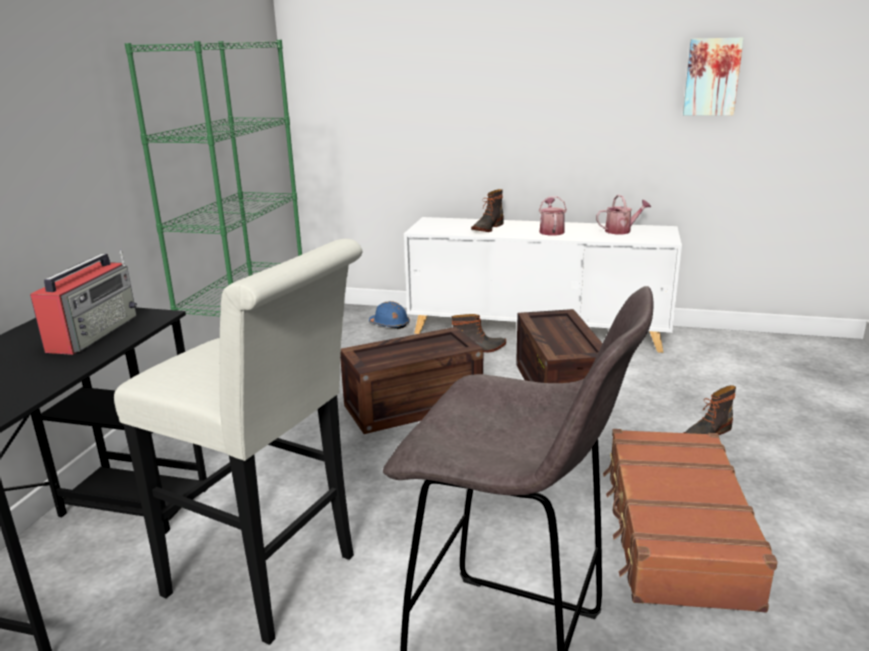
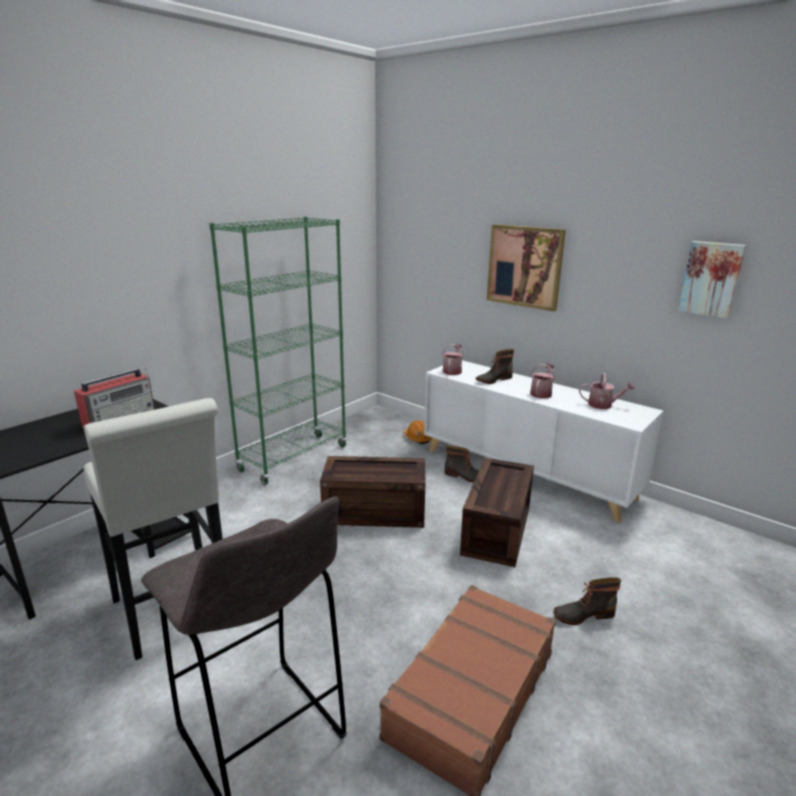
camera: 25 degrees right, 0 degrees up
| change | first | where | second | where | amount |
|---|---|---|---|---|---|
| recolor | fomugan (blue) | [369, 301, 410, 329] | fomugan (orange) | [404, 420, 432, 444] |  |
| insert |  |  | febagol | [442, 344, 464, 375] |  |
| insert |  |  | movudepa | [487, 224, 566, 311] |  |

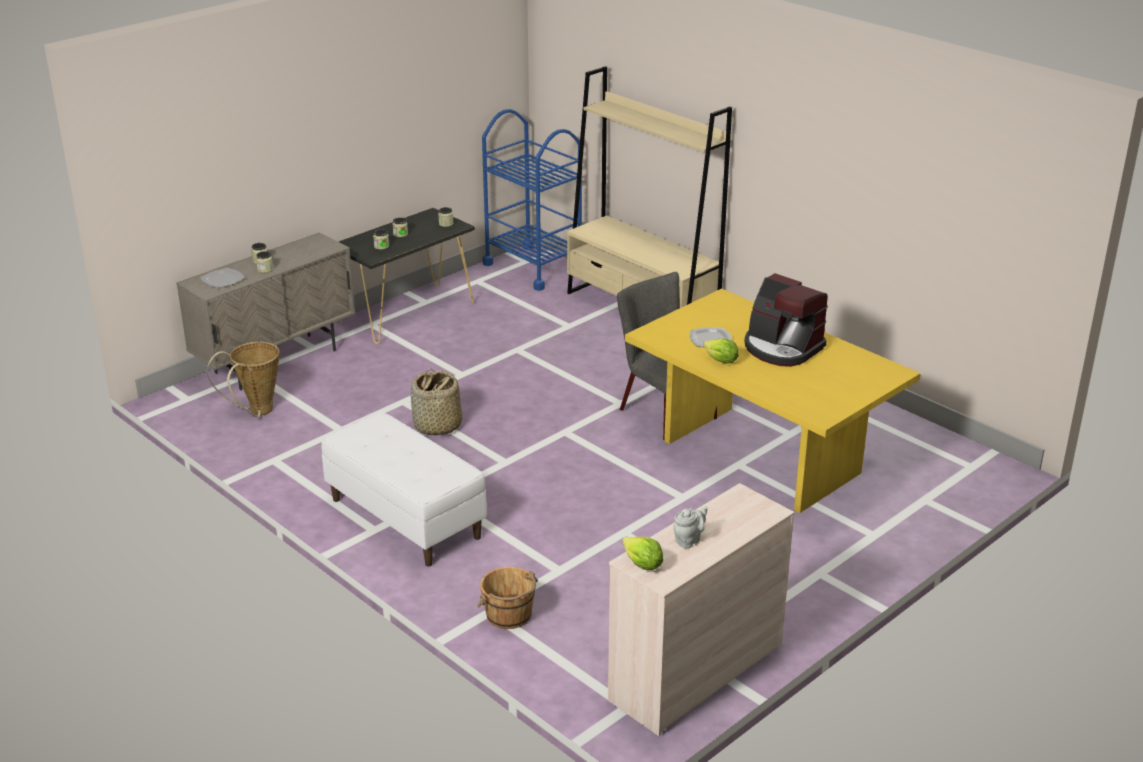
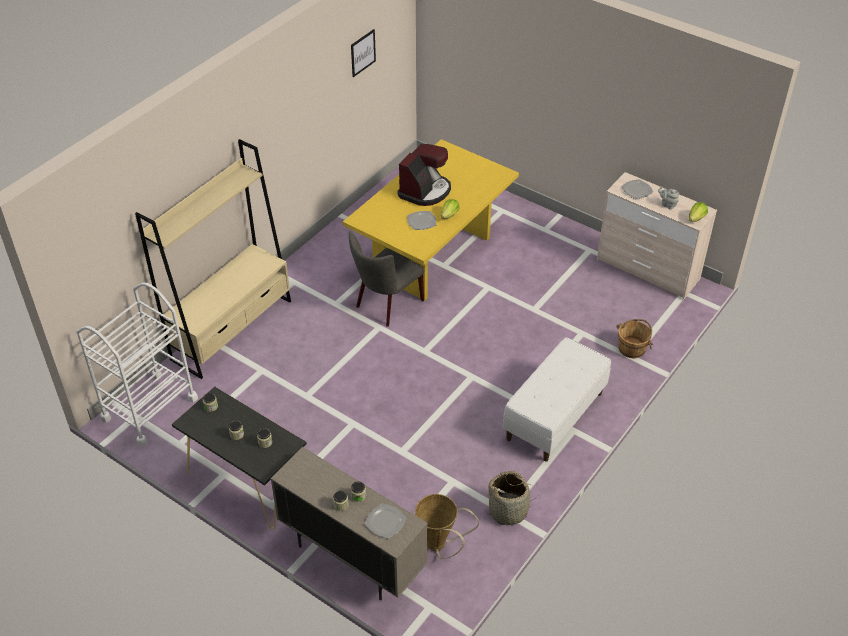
camera: 100 degrees left, 15 degrees up
| change | first | where | second | where | amount |
|---|---|---|---|---|---|
| move | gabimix | [411, 369, 462, 435] |  | [485, 471, 539, 525] |  |
| recolor | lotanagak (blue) | [482, 109, 582, 291] | lotanagak (white) | [77, 283, 198, 447] |  |
| insert |  |  | movudepa | [351, 29, 376, 77] |  |
| insert |  |  | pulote | [621, 179, 654, 199] |  |

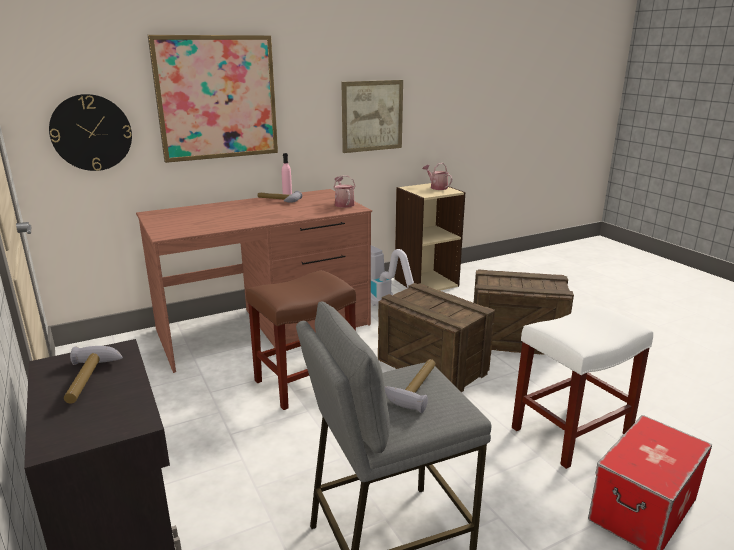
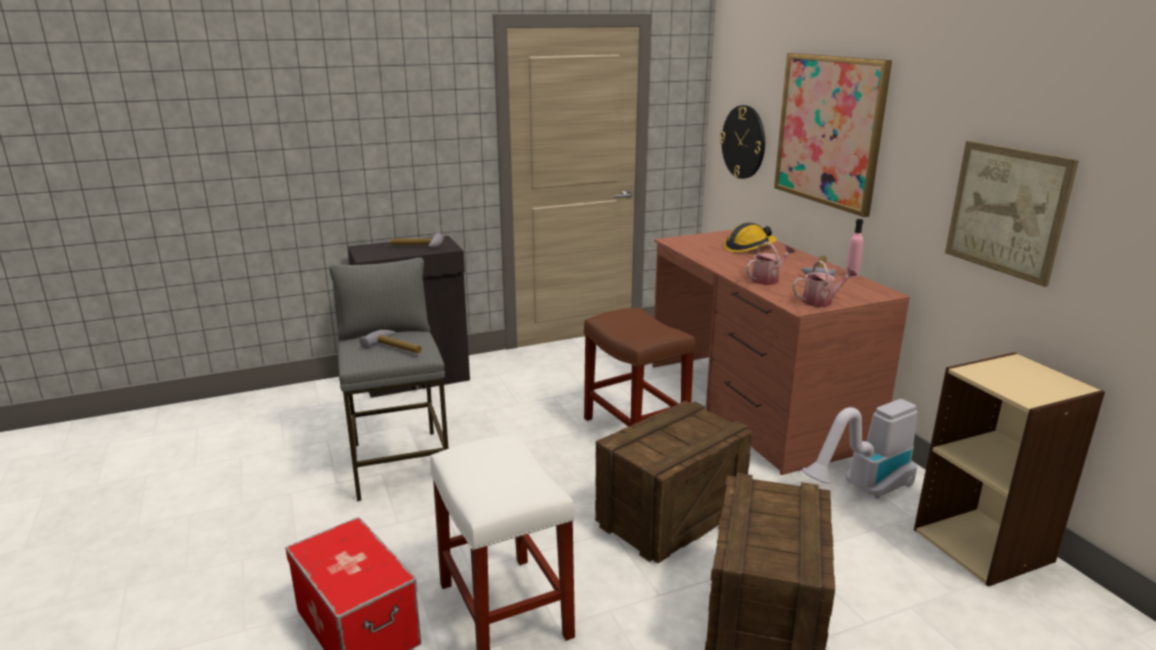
camera: 95 degrees right, 0 degrees up
| change | first | where | second | where | amount |
|---|---|---|---|---|---|
| move | febagol | [423, 163, 452, 190] |  | [747, 242, 795, 285] |  |
| insert |  |  | fomugan | [724, 222, 777, 252] |  |

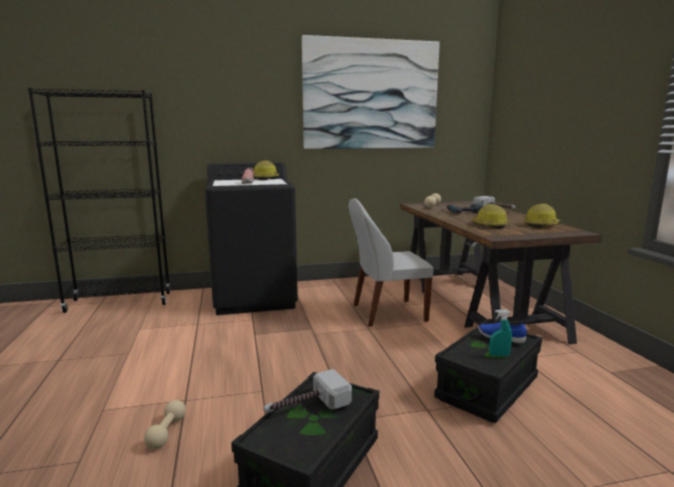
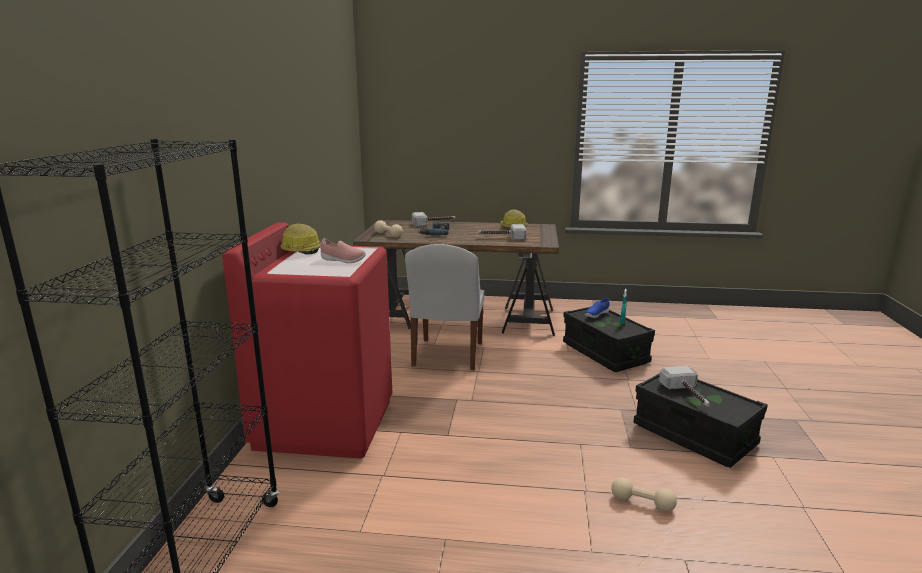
camera: 70 degrees left, 5 degrees up
| change | first | where | second | where | amount |
|---|---|---|---|---|---|
| recolor | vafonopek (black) | [205, 163, 298, 315] | vafonopek (red) | [222, 222, 392, 458] |  |
| delete | movudepa | [302, 35, 440, 149] |  |  |  |
| replace | fomugan | [471, 204, 509, 229] | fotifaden | [478, 224, 526, 240] |  |

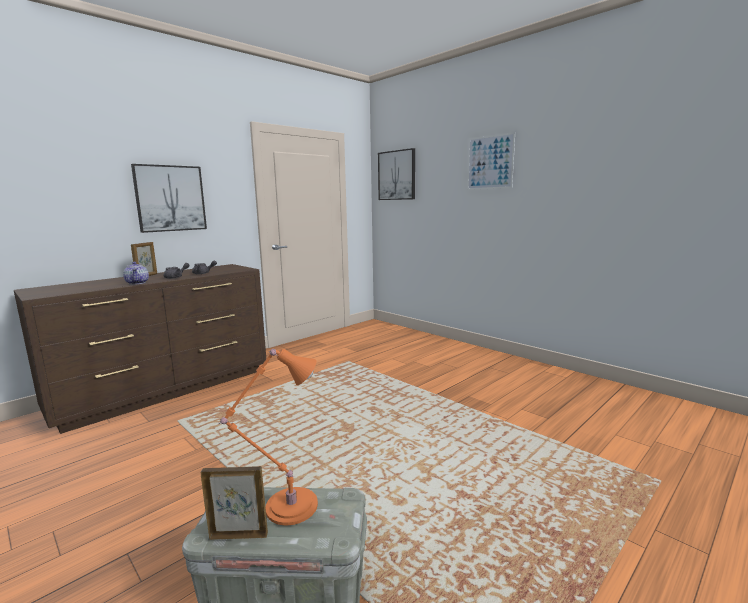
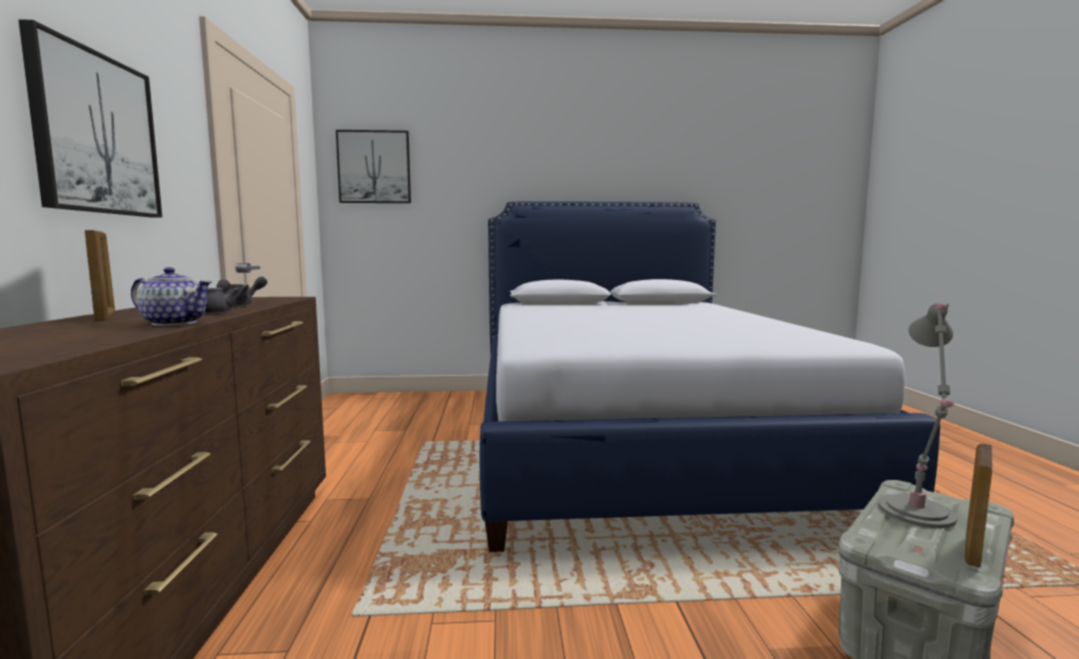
camera: 50 degrees left, 5 degrees down
| change | first | where | second | where | amount |
|---|---|---|---|---|---|
| recolor | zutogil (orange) | [218, 349, 318, 525] | zutogil (grey) | [879, 303, 957, 528] |  |
| delete | movudepa | [467, 132, 515, 190] |  |  |  |
| insert |  |  | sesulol | [480, 201, 940, 552] |  |

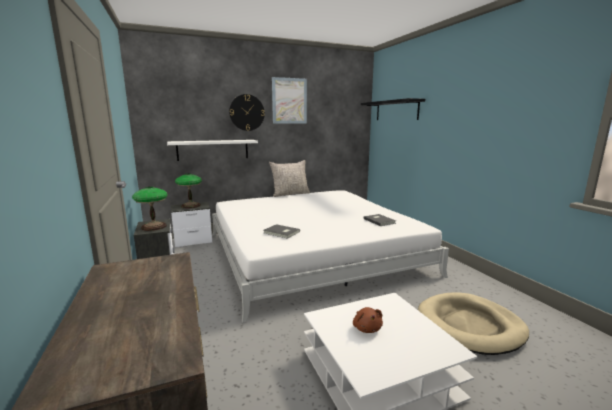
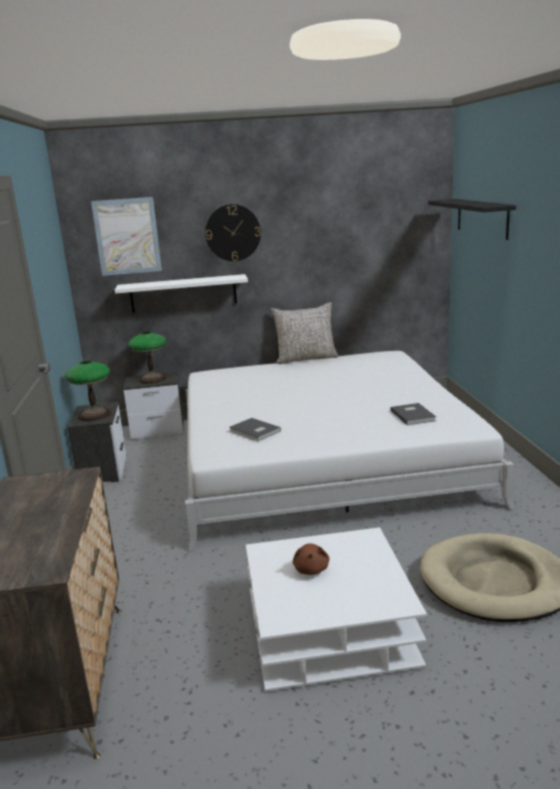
camera: 15 degrees right, 5 degrees up
| change | first | where | second | where | amount |
|---|---|---|---|---|---|
| move | movudepa | [272, 77, 307, 124] |  | [91, 197, 162, 276] |  |

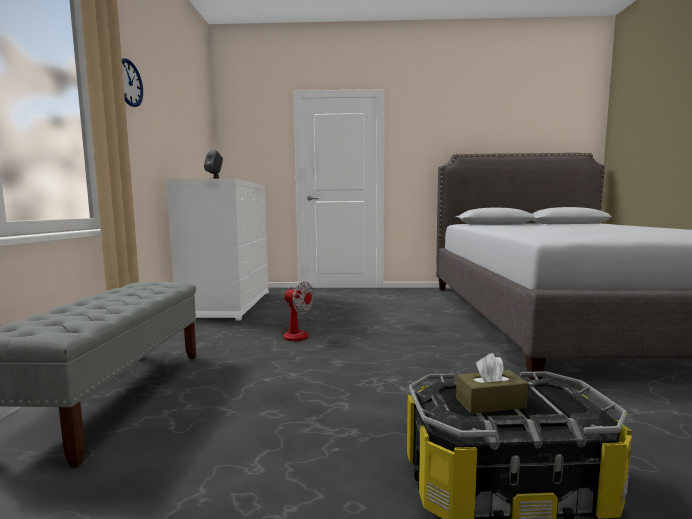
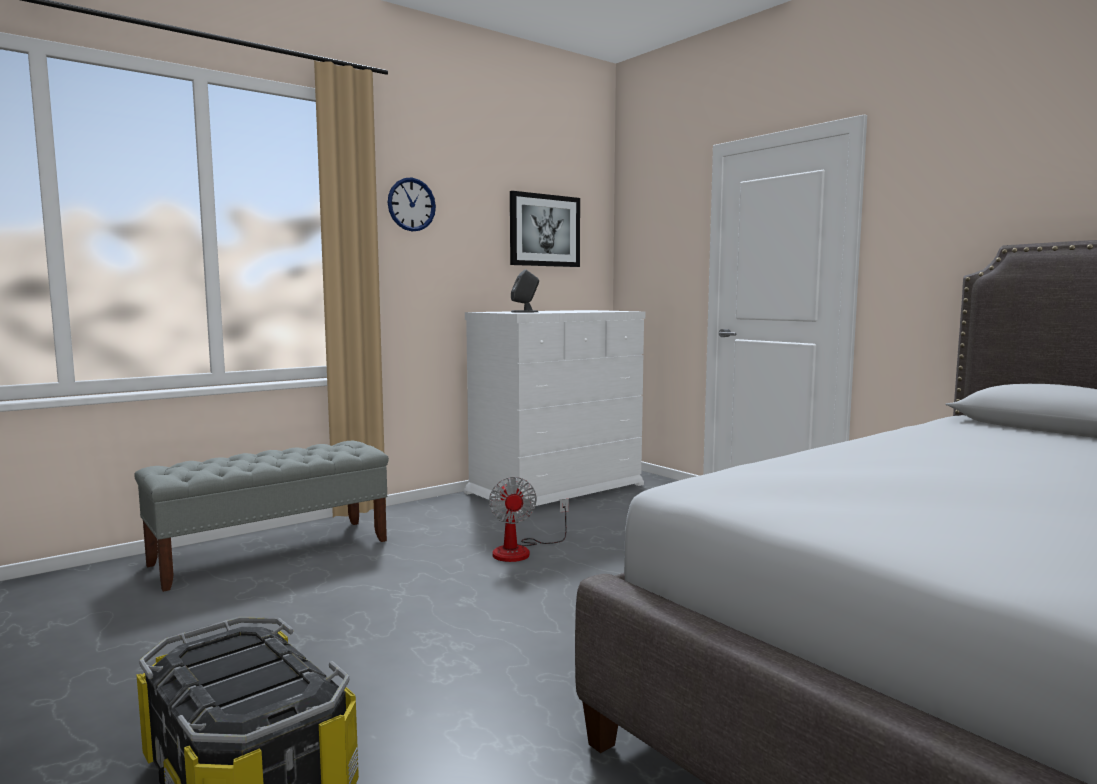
camera: 50 degrees right, 0 degrees up
| change | first | where | second | where | amount |
|---|---|---|---|---|---|
| delete | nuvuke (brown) | [456, 353, 528, 414] |  |  |  |
| insert |  |  | movudepa | [510, 191, 580, 267] |  |

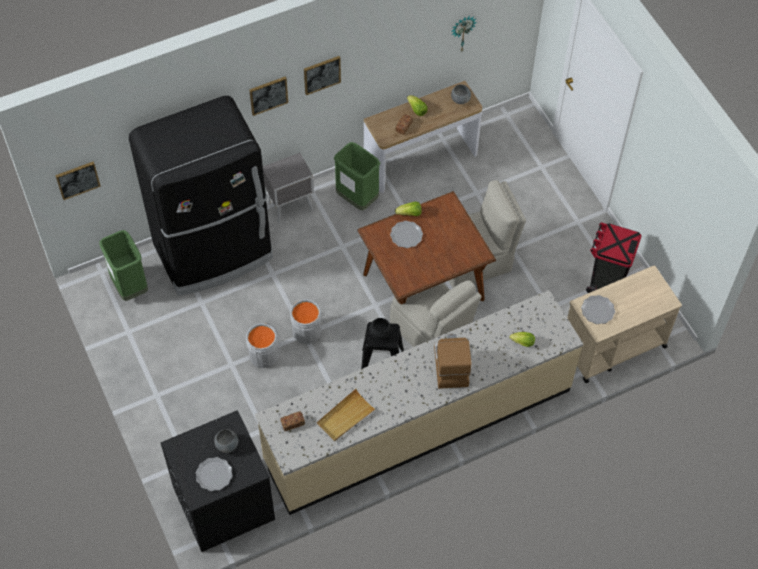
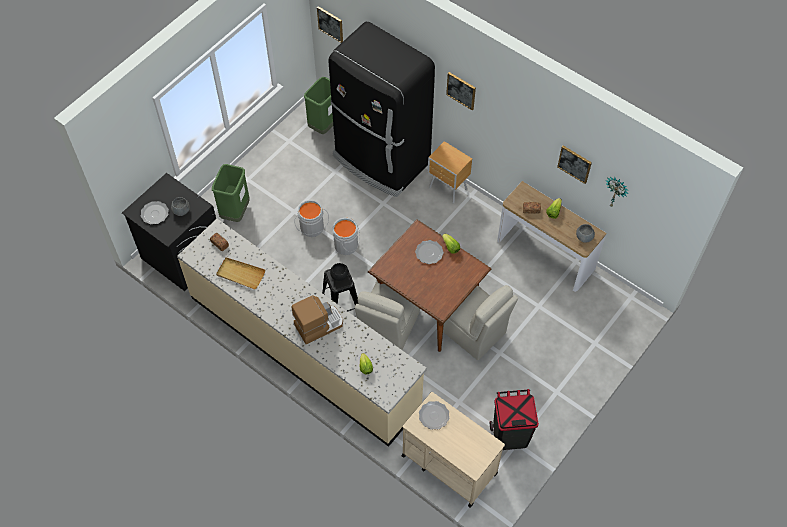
camera: 65 degrees right, 0 degrees up
| change | first | where | second | where | amount |
|---|---|---|---|---|---|
| recolor | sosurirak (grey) | [263, 153, 314, 223] | sosurirak (brown) | [428, 141, 472, 204] |  |
| move | movudepa | [304, 56, 341, 95] |  | [557, 146, 592, 184] |  |
| move | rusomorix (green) | [334, 142, 380, 210] |  | [212, 164, 250, 222] |  |

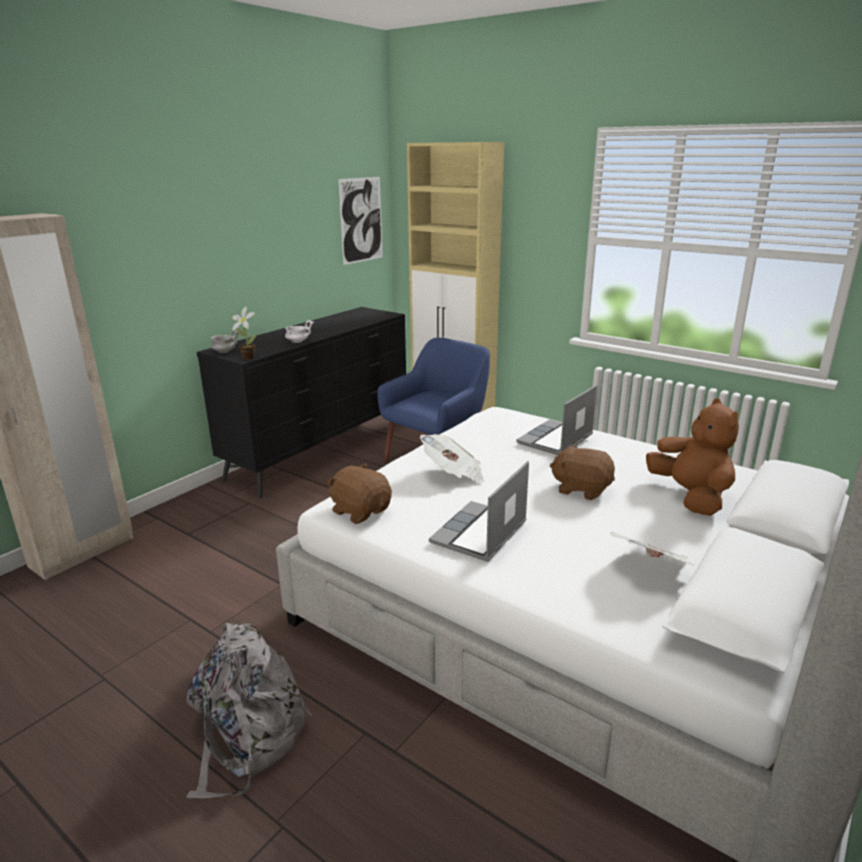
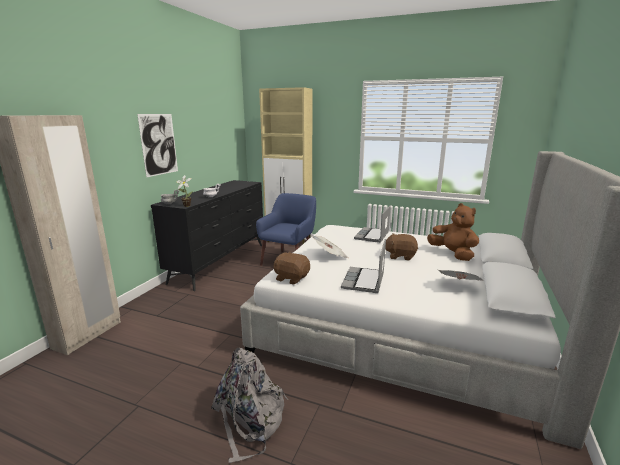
camera: 15 degrees left, 5 degrees down
| change | first | where | second | where | amount |
|---|---|---|---|---|---|
| move | movudepa | [338, 177, 383, 265] |  | [137, 114, 178, 178] |  |

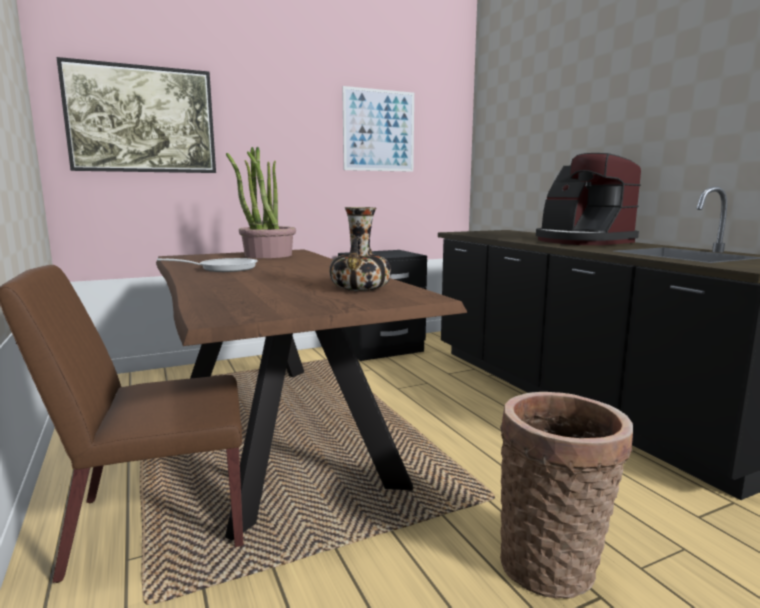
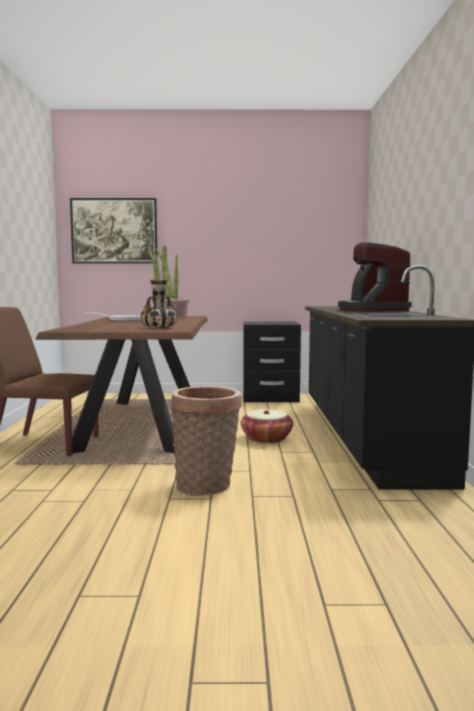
camera: 25 degrees right, 5 degrees down
| change | first | where | second | where | amount |
|---|---|---|---|---|---|
| delete | movudepa | [342, 86, 414, 172] |  |  |  |
| insert |  |  | gabimix | [241, 409, 293, 443] |  |

